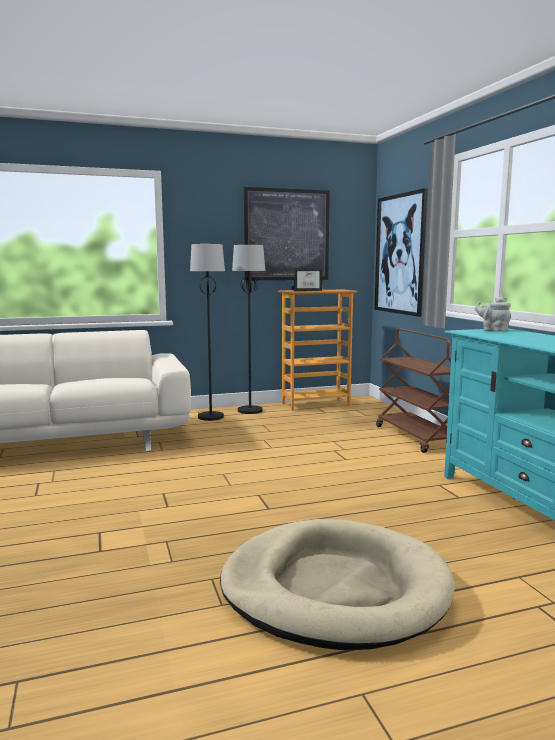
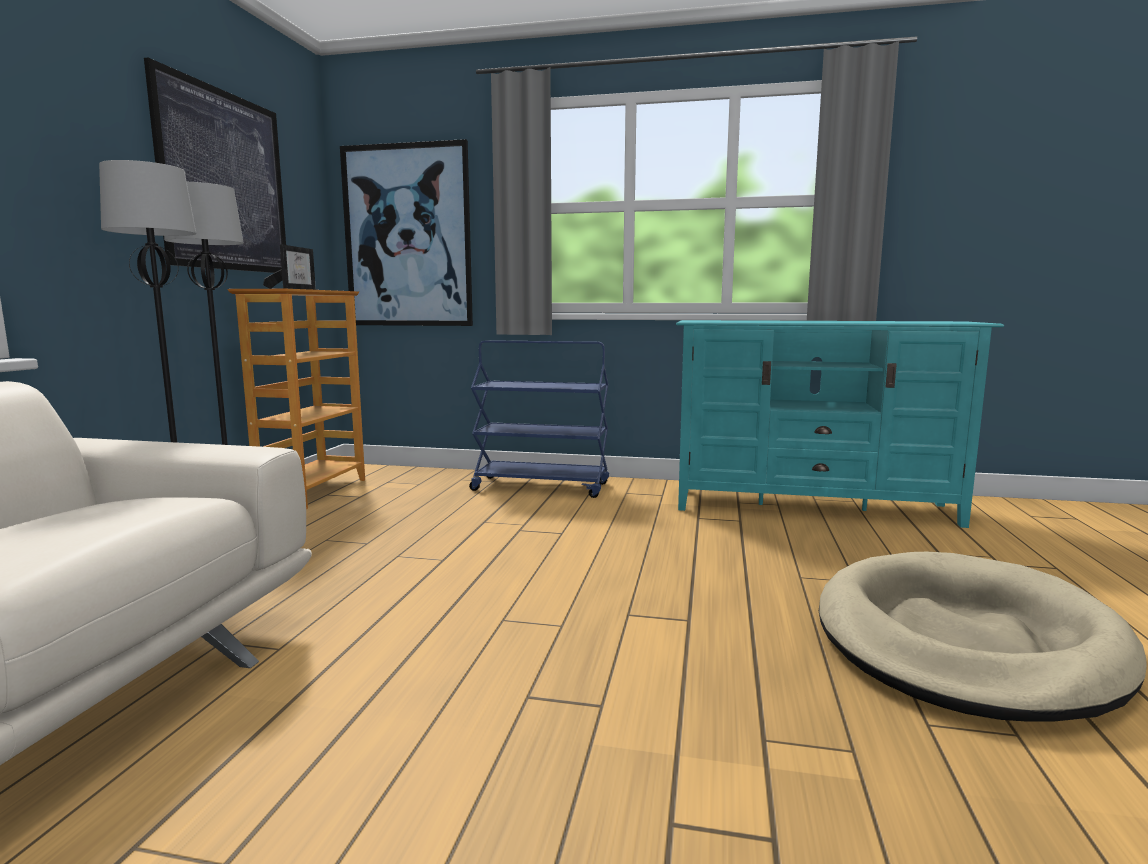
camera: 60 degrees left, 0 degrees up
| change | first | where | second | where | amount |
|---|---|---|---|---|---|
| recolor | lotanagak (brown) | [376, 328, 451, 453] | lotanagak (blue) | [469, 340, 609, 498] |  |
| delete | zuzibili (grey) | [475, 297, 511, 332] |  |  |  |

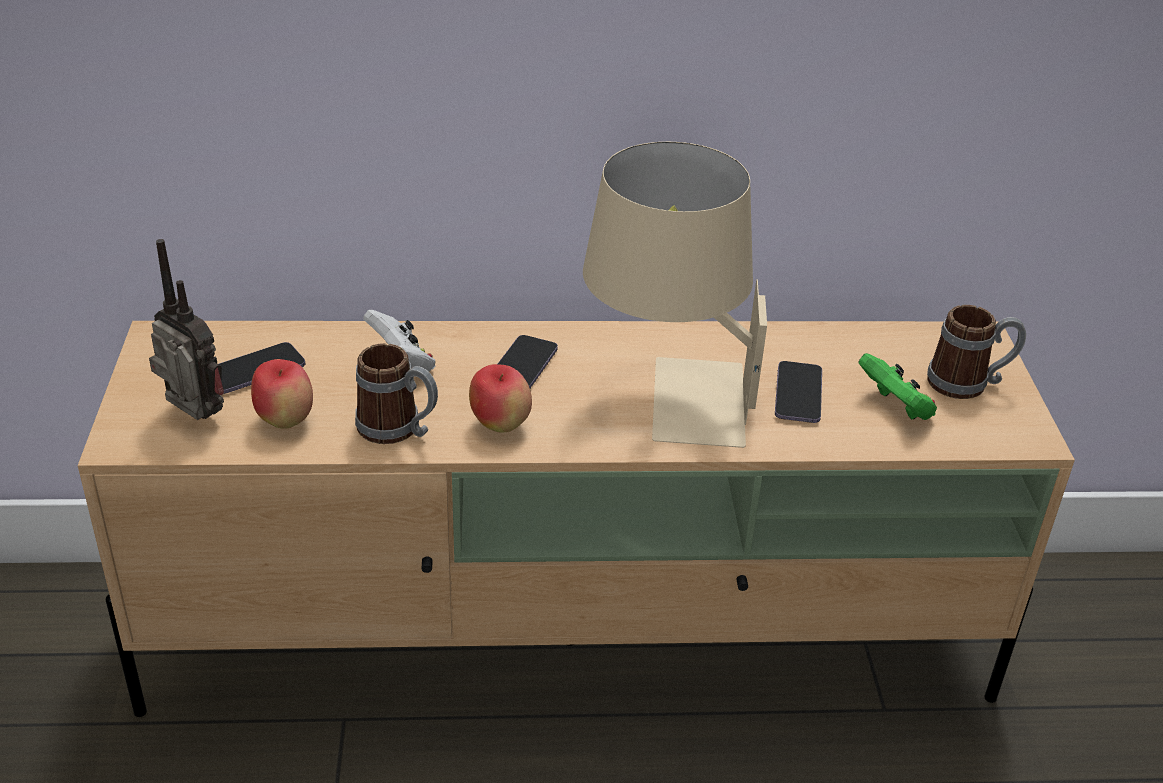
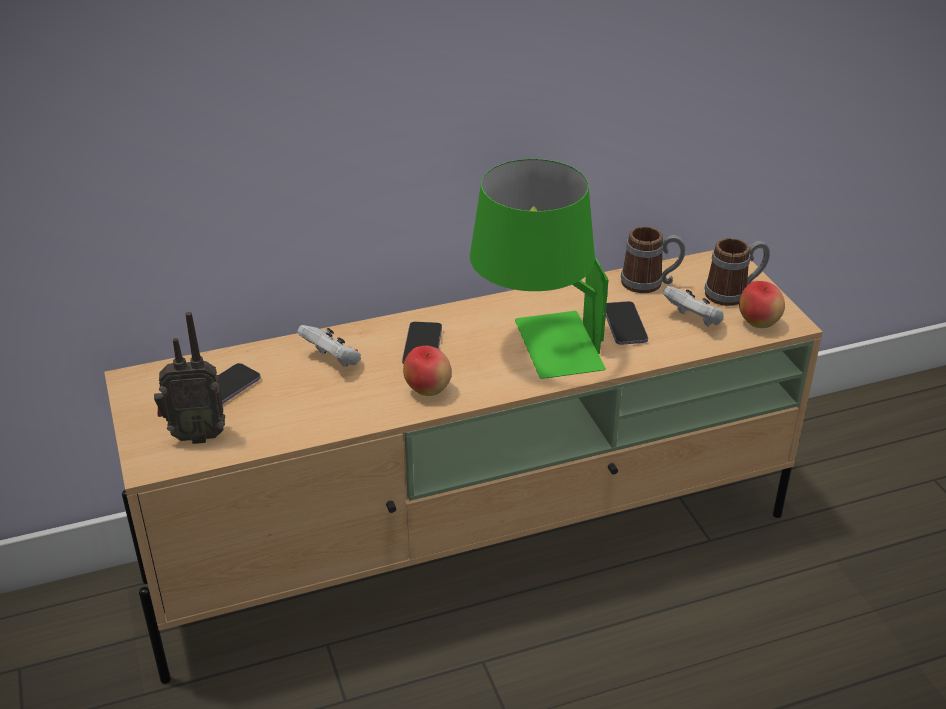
camera: 15 degrees left, 0 degrees up
| change | first | where | second | where | amount |
|---|---|---|---|---|---|
| rotate | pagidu | [149, 239, 224, 420] |  | [154, 312, 225, 444] | 150 degrees clockwise |
| move | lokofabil | [251, 359, 313, 429] |  | [739, 281, 785, 328] |  |
| move | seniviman | [355, 343, 438, 444] |  | [621, 226, 685, 293] |  |
| recolor | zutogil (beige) | [583, 142, 767, 448] | zutogil (green) | [470, 159, 608, 379] |  |
| recolor | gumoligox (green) | [858, 353, 937, 420] | gumoligox (white) | [663, 286, 724, 326] |  |

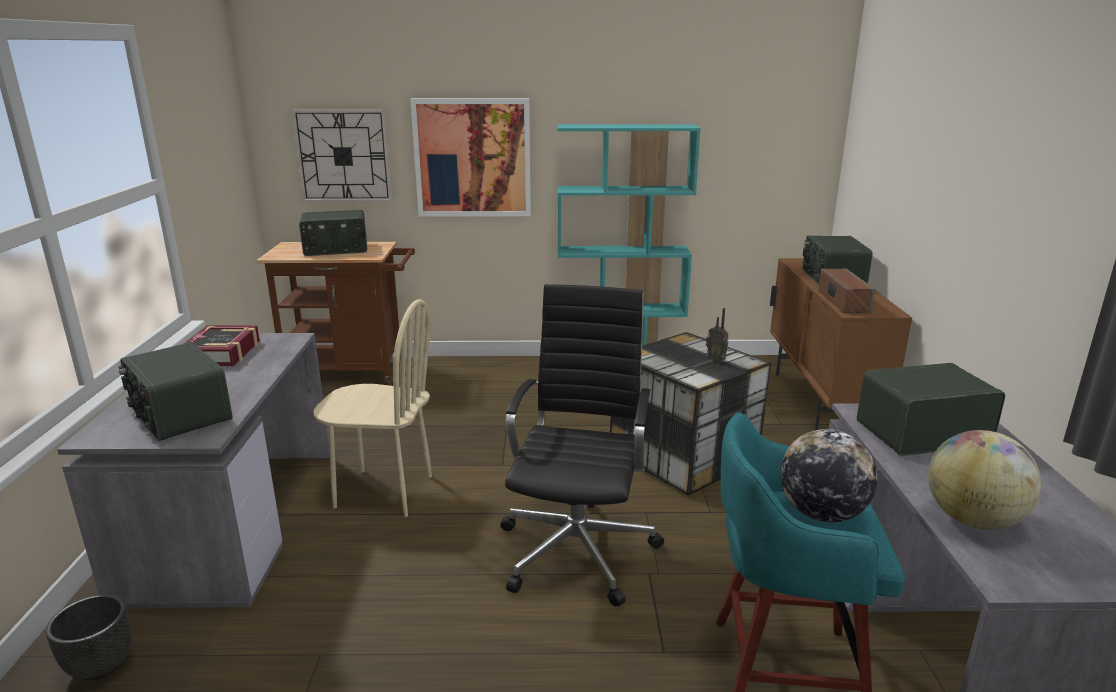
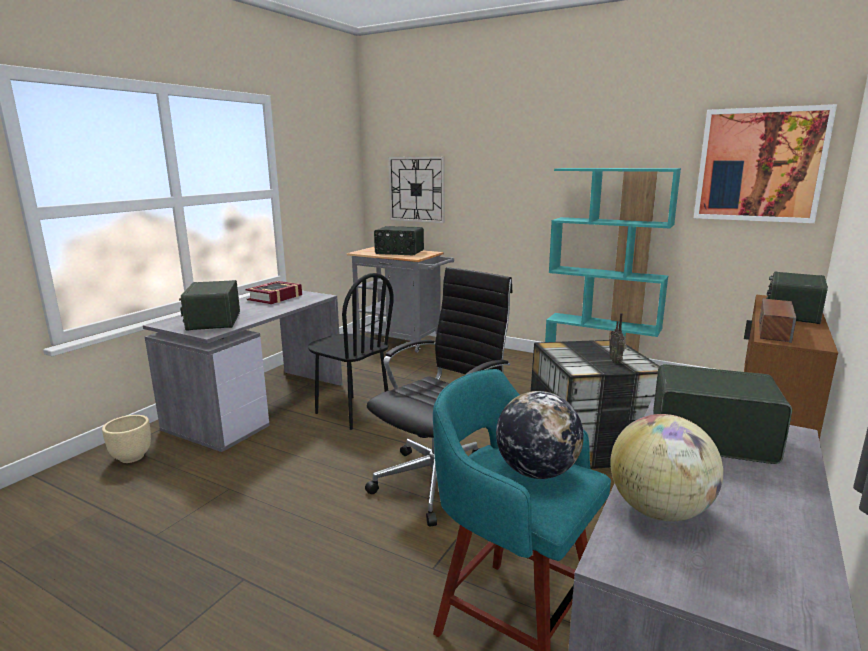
camera: 30 degrees right, 5 degrees down
| change | first | where | second | where | amount |
|---|---|---|---|---|---|
| recolor | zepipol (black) | [46, 594, 132, 680] | zepipol (beige) | [102, 415, 151, 463] |  |
| recolor | lotanagak (brown) | [256, 242, 415, 385] | lotanagak (grey) | [346, 247, 454, 353] |  |
| recolor | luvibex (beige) | [313, 299, 432, 517] | luvibex (black) | [308, 273, 394, 430] |  |
| move | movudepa | [410, 98, 531, 217] |  | [694, 104, 837, 223] |  |

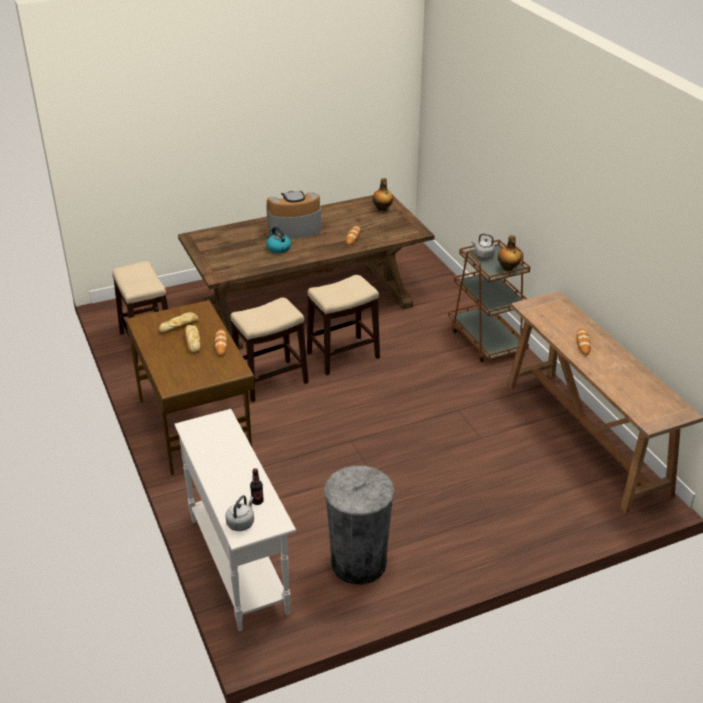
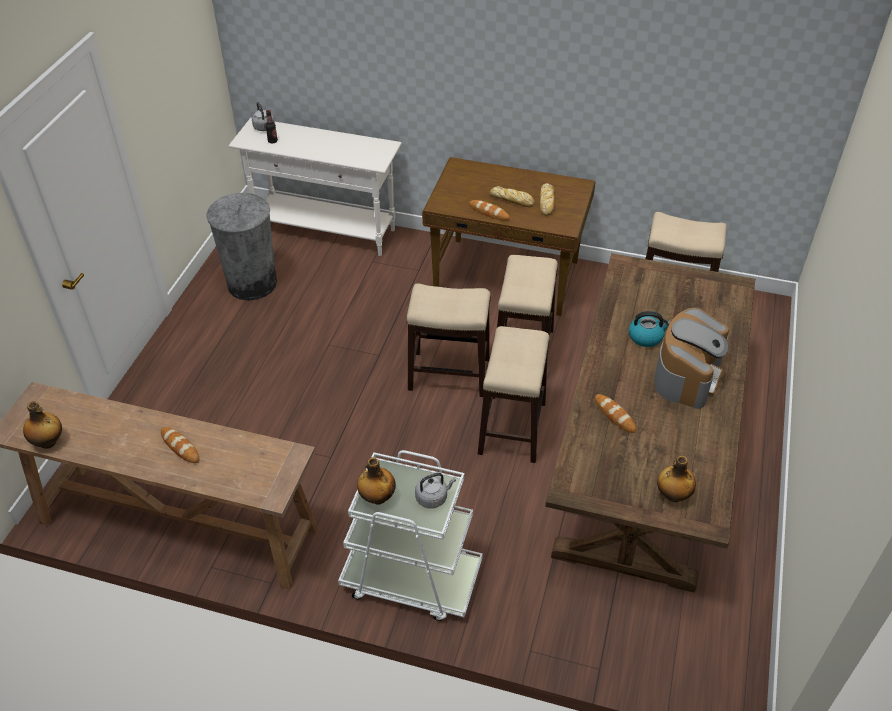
camera: 130 degrees right, 10 degrees up
| change | first | where | second | where | amount |
|---|---|---|---|---|---|
| recolor | lotanagak (brown) | [448, 239, 530, 362] | lotanagak (white) | [338, 450, 483, 621] |  |
| insert |  |  | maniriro | [23, 401, 62, 449] |  |
| insert |  |  | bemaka | [407, 283, 491, 397] |  |

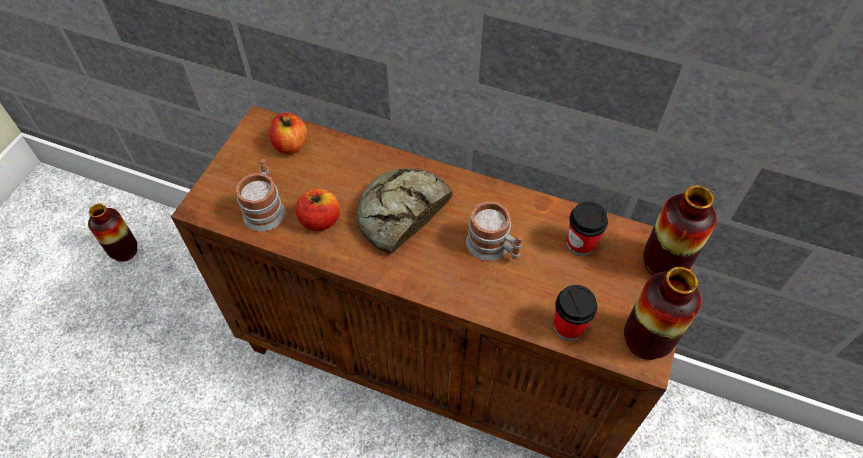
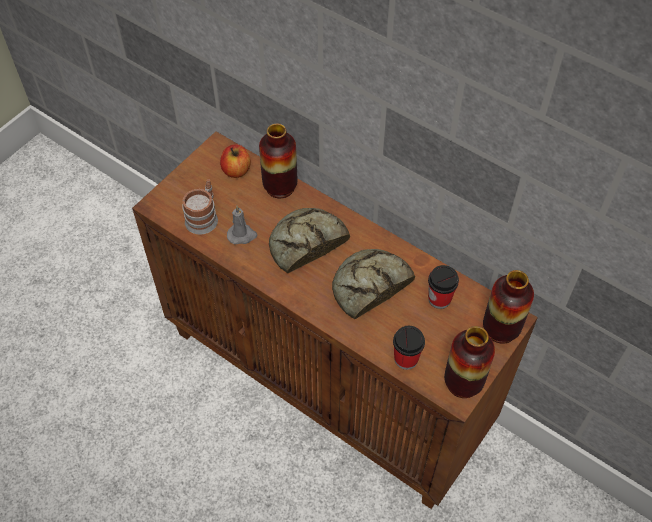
camera: 15 degrees right, 0 degrees up
| change | first | where | second | where | amount |
|---|---|---|---|---|---|
| move | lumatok | [88, 203, 137, 262] |  | [259, 124, 297, 198] |  |
| replace | lokofabil | [296, 189, 340, 231] | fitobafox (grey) | [227, 206, 257, 245] |  |
| replace | seniviman | [466, 201, 523, 261] | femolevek | [332, 249, 415, 319] |  |

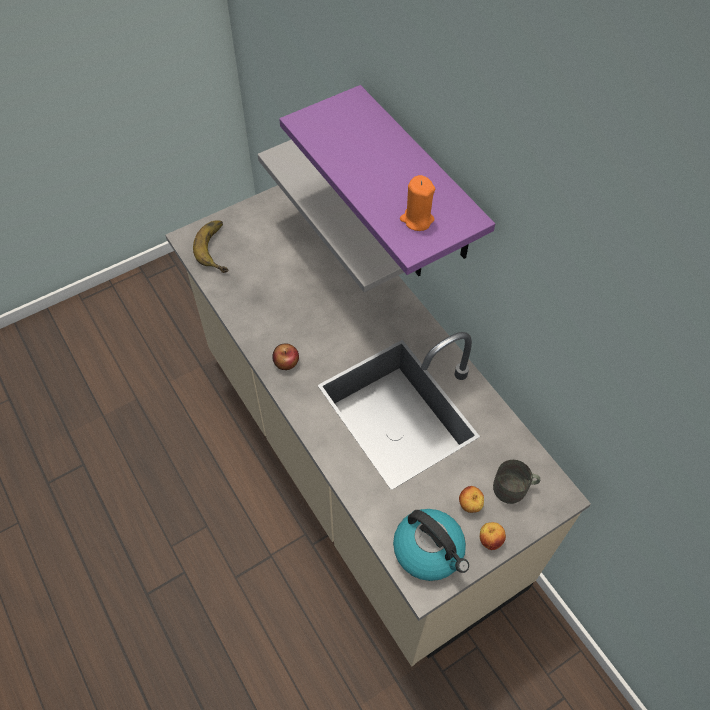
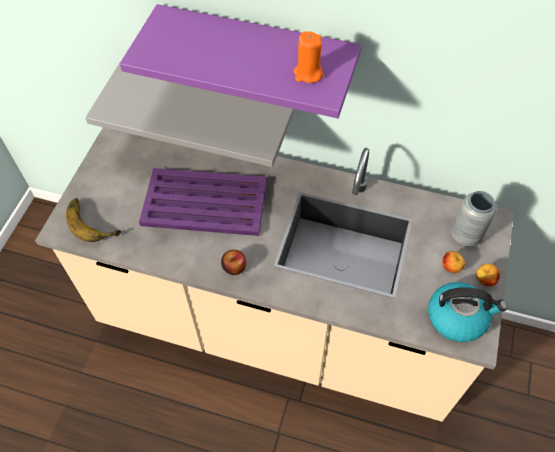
camera: 40 degrees left, 0 degrees up
| change | first | where | second | where | amount |
|---|---|---|---|---|---|
| replace | seniviman (grey) | [493, 460, 540, 504] | lumatok (grey) | [451, 191, 497, 247] |  |
| insert |  |  | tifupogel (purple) | [139, 168, 267, 236] |  |

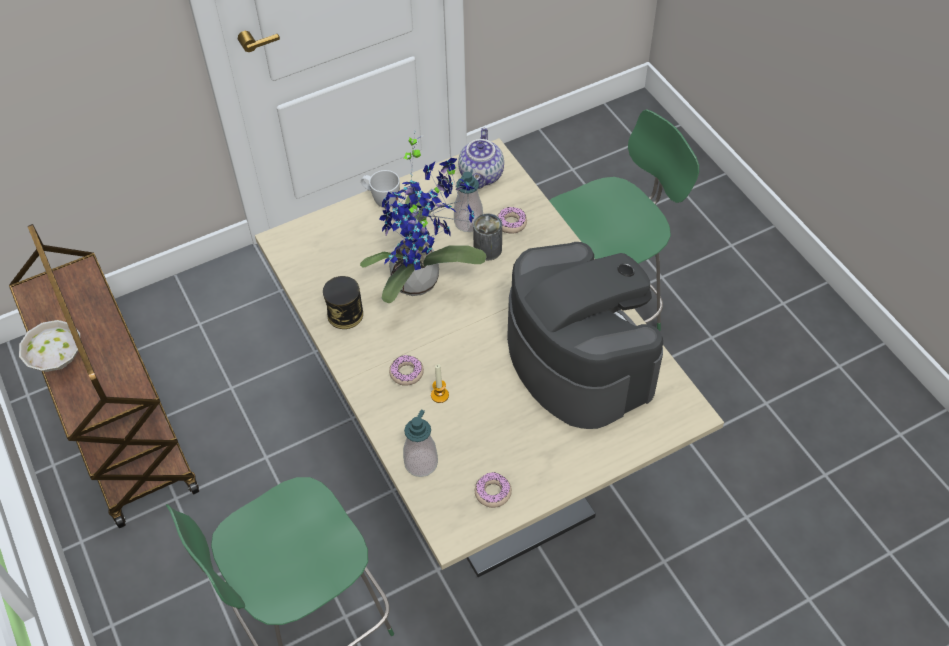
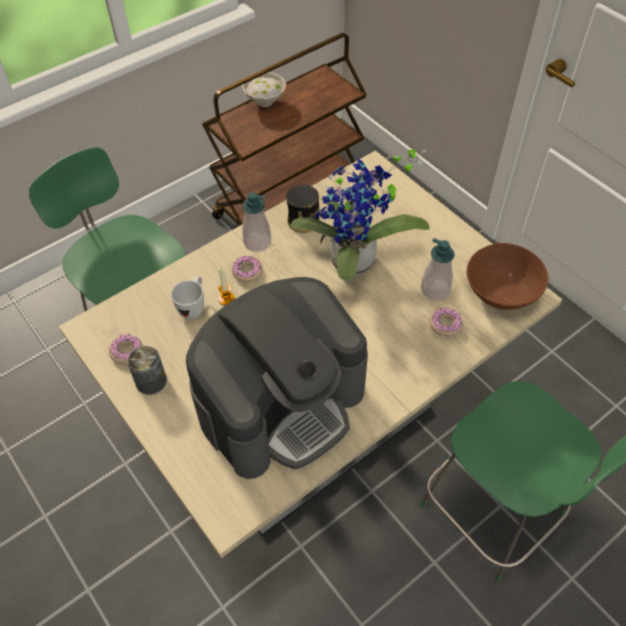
camera: 80 degrees right, 0 degrees up
| change | first | where | second | where | amount |
|---|---|---|---|---|---|
| move | seniviman (white) | [361, 170, 400, 208] |  | [171, 276, 204, 319] |  |
| move | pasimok | [403, 410, 438, 477] |  | [242, 192, 271, 252] |  |
| replace | zuzibili | [458, 128, 504, 189] | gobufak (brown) | [467, 243, 549, 310] |  |
| move | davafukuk | [473, 213, 502, 261] |  | [127, 346, 167, 395] |  |

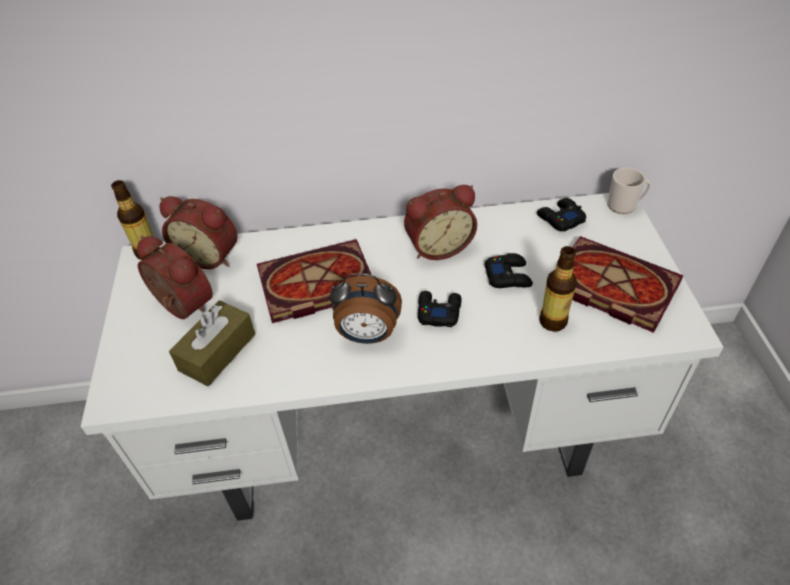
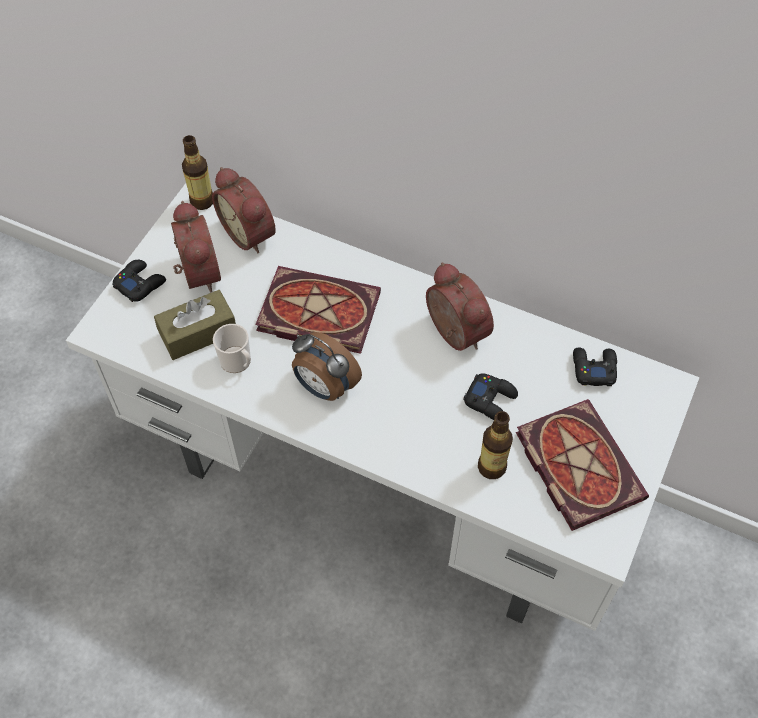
camera: 30 degrees right, 10 degrees up
| change | first | where | second | where | amount |
|---|---|---|---|---|---|
| rotate | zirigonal | [404, 185, 477, 260] |  | [426, 262, 494, 351] | 135 degrees counterclockwise |
| move | gumoligox (black) | [418, 291, 462, 327] |  | [112, 260, 166, 302] |  |
| move | seniviman | [607, 168, 651, 214] |  | [213, 324, 251, 373] |  |

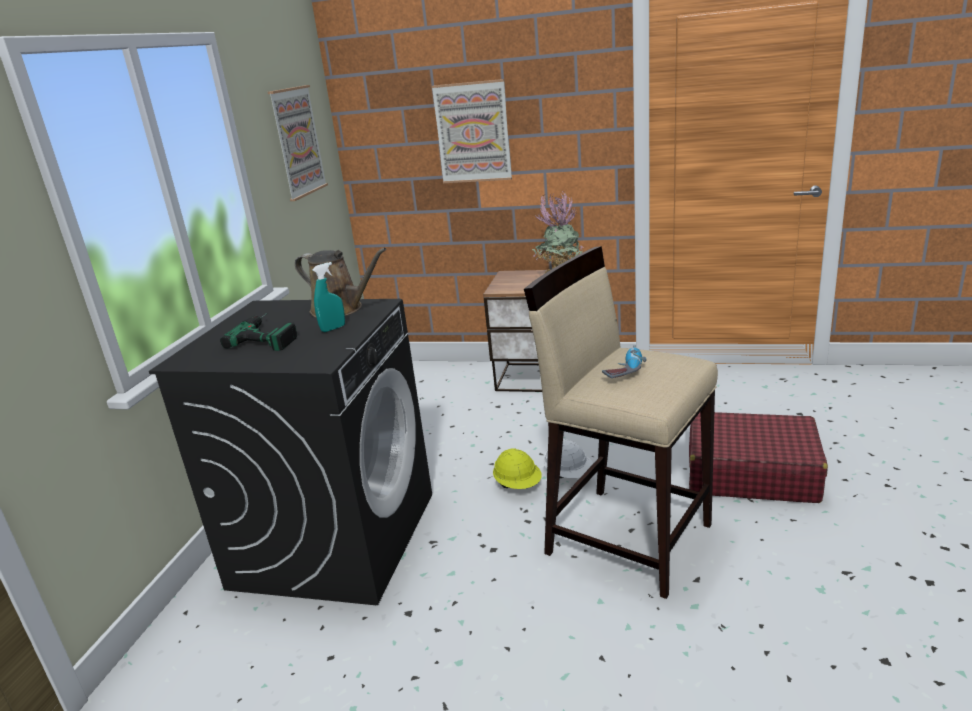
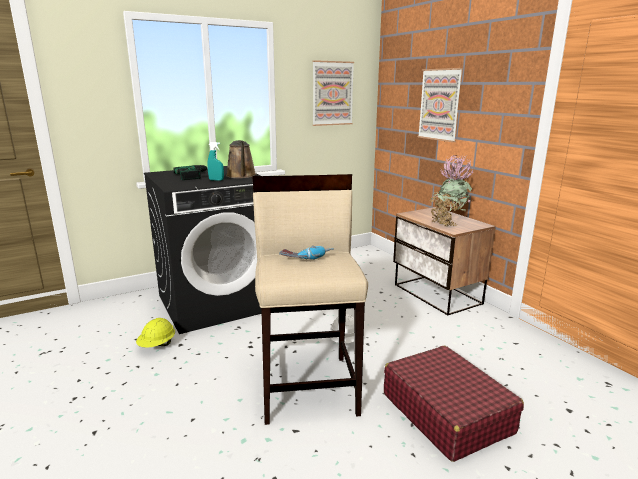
camera: 45 degrees right, 5 degrees down
| change | first | where | second | where | amount |
|---|---|---|---|---|---|
| move | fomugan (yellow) | [493, 448, 542, 489] |  | [136, 318, 175, 348] |  |

